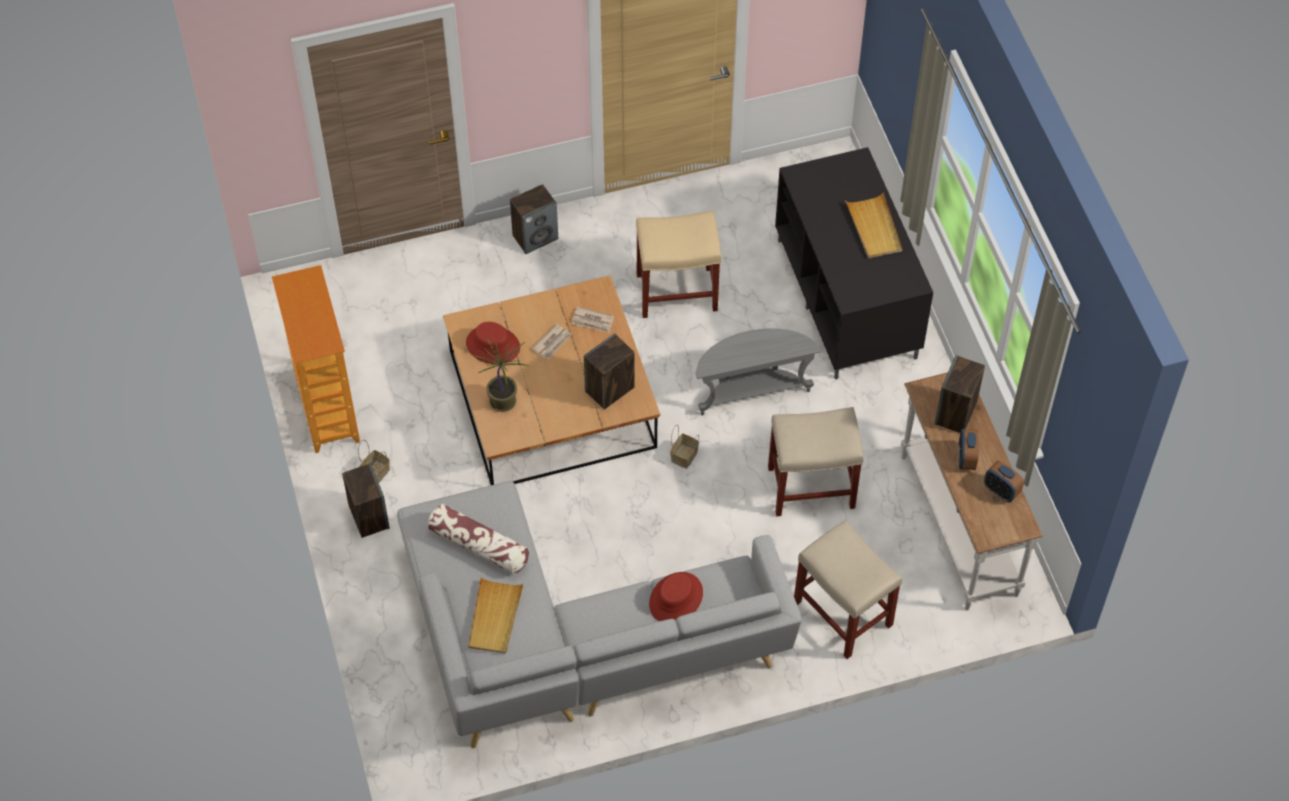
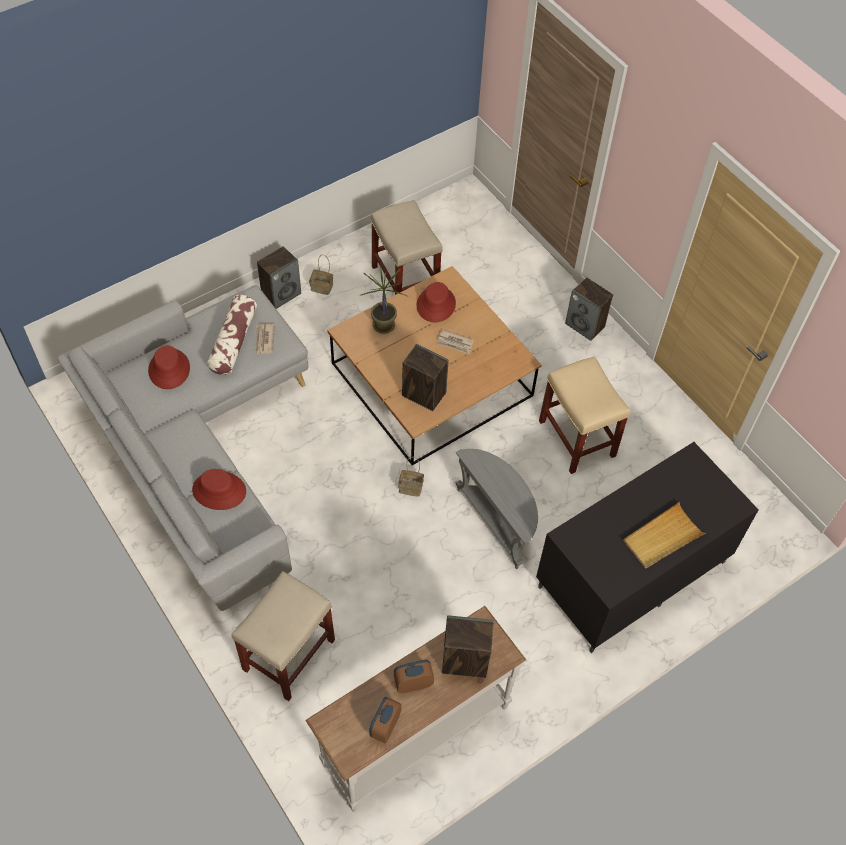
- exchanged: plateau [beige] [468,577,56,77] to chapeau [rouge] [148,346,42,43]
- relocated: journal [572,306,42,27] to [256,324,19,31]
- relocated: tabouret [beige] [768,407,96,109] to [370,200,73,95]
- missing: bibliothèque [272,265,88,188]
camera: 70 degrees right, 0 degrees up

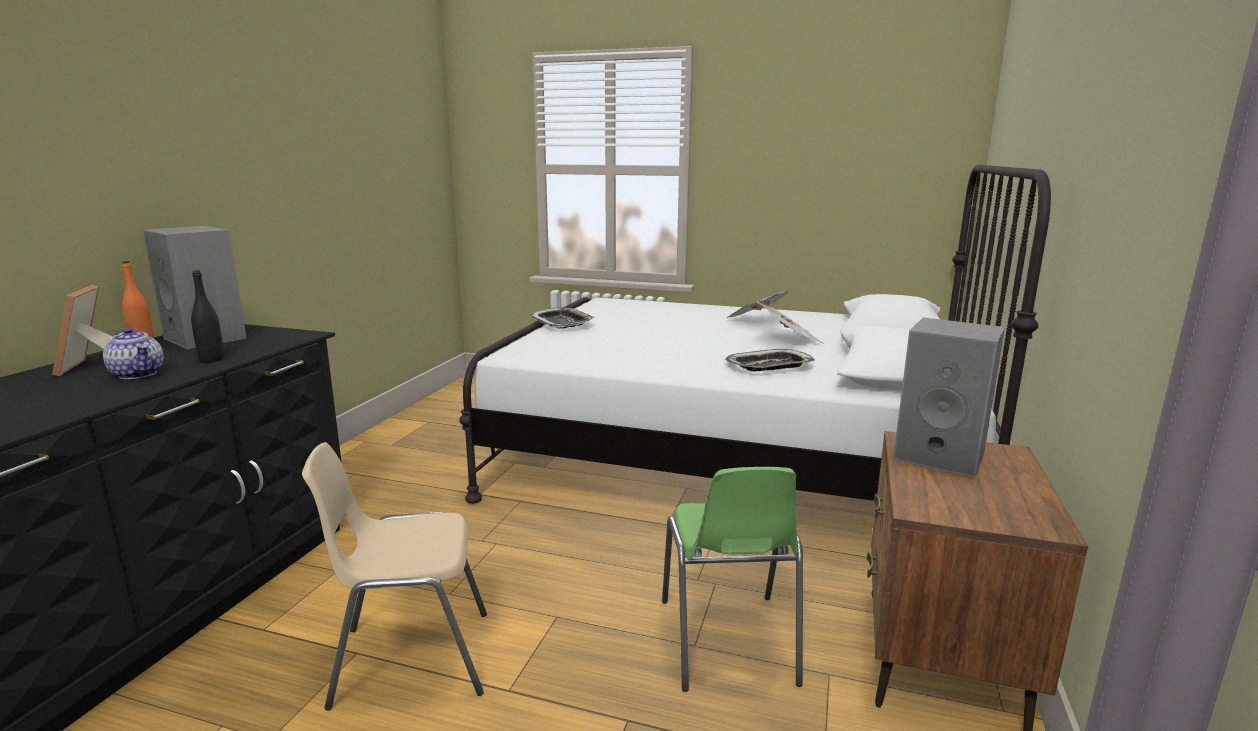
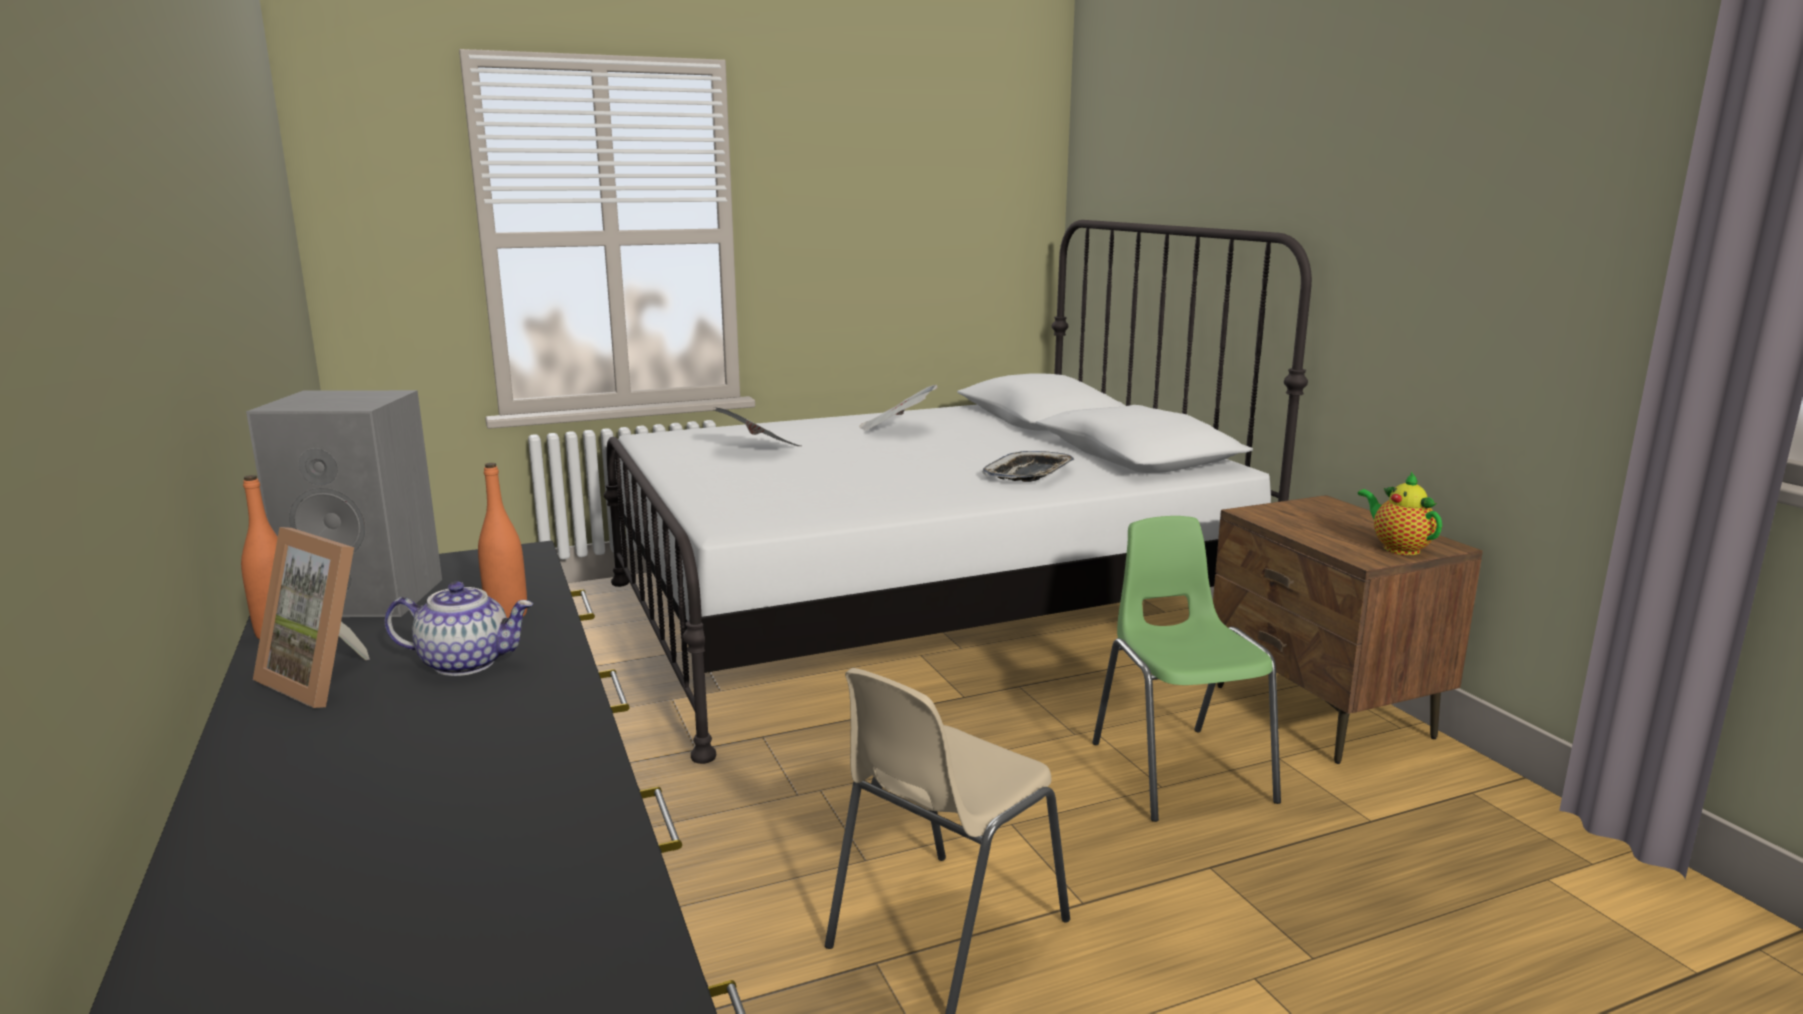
- colour: bouteille [noir] [191,270,33,92] to bouteille [orange] [478,463,49,155]
- relocated: journal [757,302,66,41] to [714,408,87,38]
- spun: chaise [vert] [662,467,141,225] = [1092,516,189,306] 150 degrees counterclockwise
- appeared: théière [1358,472,84,83]
- missing: plateau [530,307,64,22]
- missing: enceinte [gris] [893,317,112,161]
camera: 40 degrees left, 0 degrees up

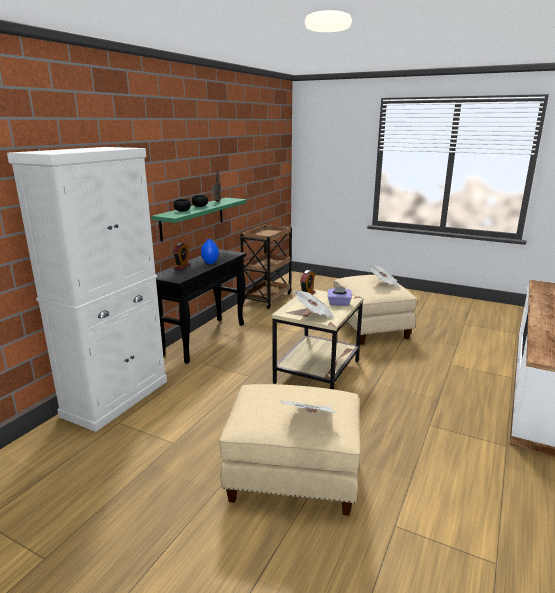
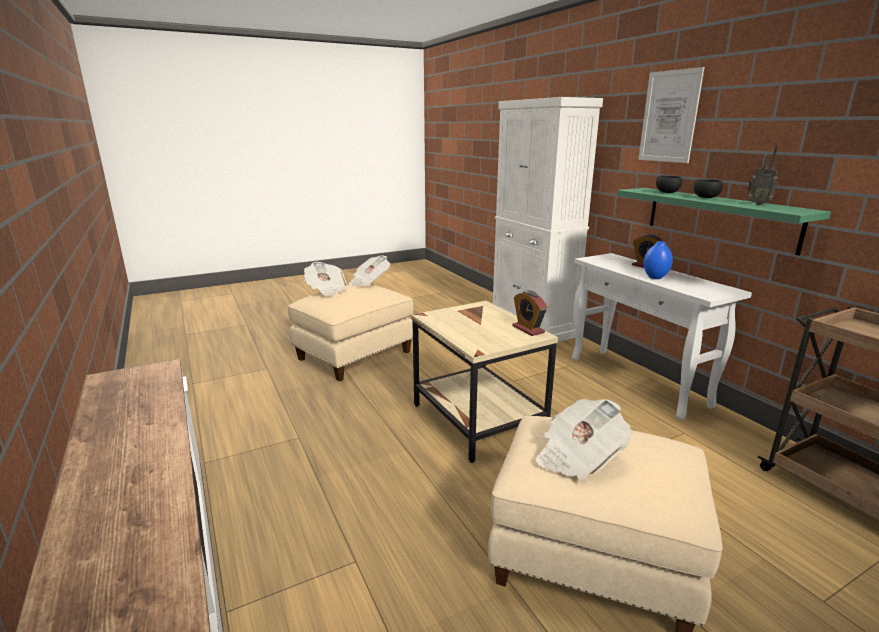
- relocated: journal [294,291,41,27] to [349,255,41,31]
- colour: table console [noir] [155,249,92,115] to table console [blanc] [572,253,180,167]
- appeared: tableau [638,67,67,96]
- missing: boîte à mouchoirs [violet] [328,287,24,19]
camera: 125 degrees right, 0 degrees up

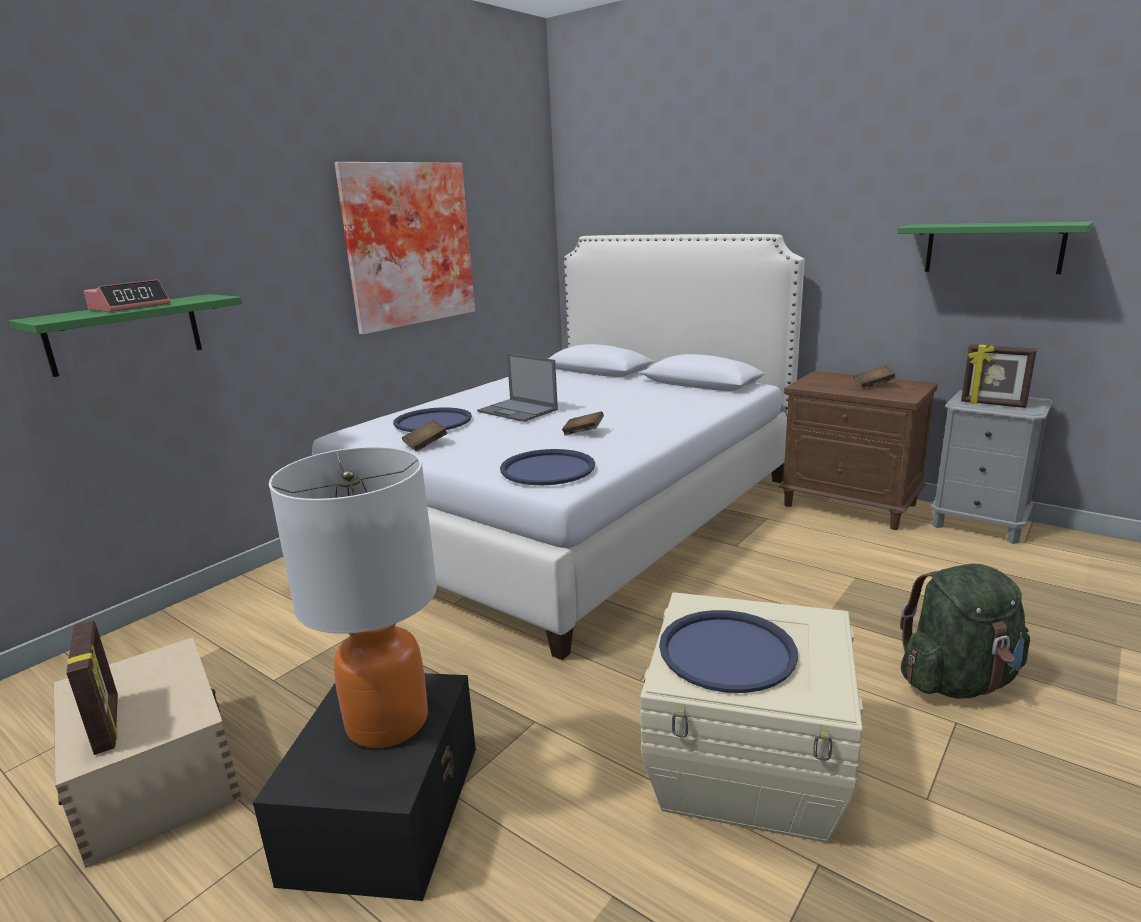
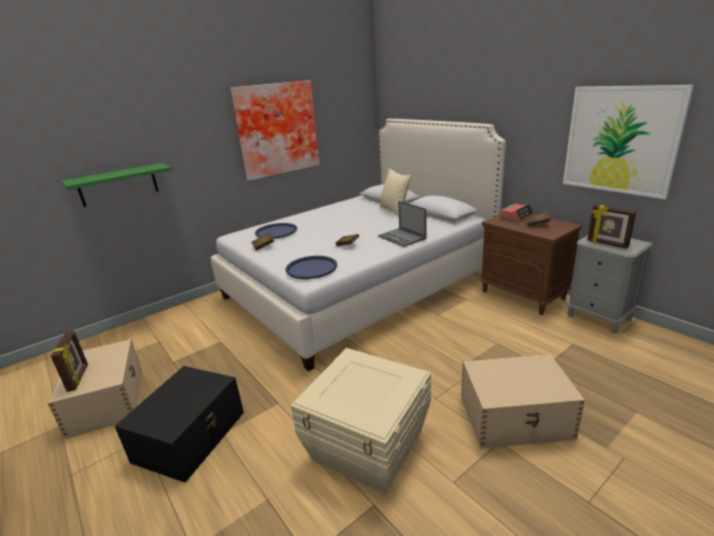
- relocated: ordinateur portable [477,353,81,69] to [378,201,48,46]
- appeared: coussin [beige] [379,168,32,48]
- exchanged: sac à dos [vert] [900,564,130,135] to boîte de rangement [beige] [461,354,124,94]
- relocated: réveil [84,280,86,32] to [501,204,33,18]
- exchanged: étagère [vert] [897,221,197,53] to tableau [563,85,131,114]
- missing: lampe de table [269,447,168,301]
- missing: plateau [bleu] [659,610,139,83]
camera: 15 degrees right, 5 degrees up

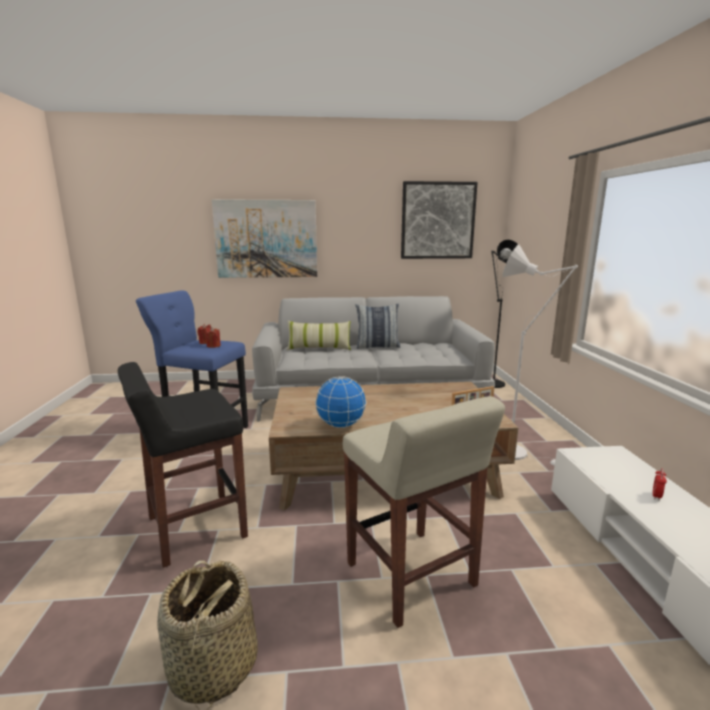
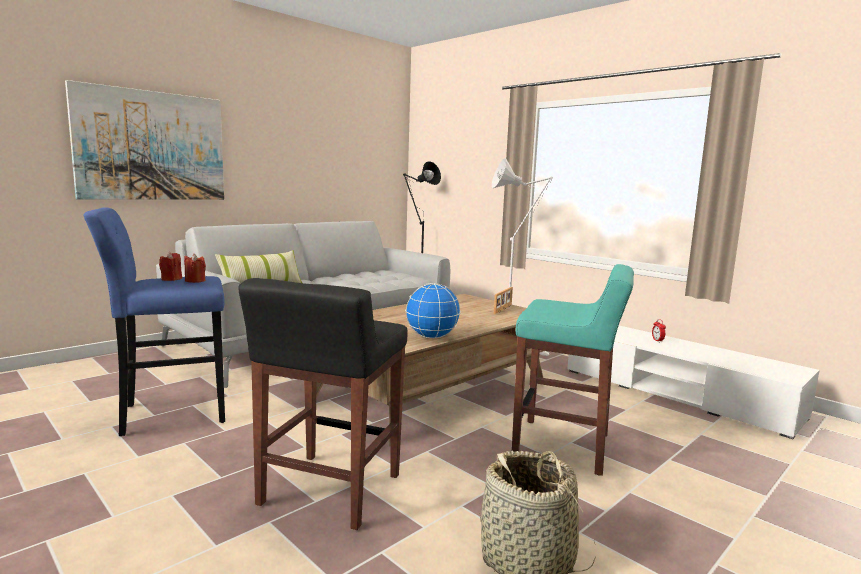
- colour: tabouret [beige] [343,396,162,232] to tabouret [turquoise] [512,264,122,212]
- missing: coussin [356,304,44,45]
- missing: tableau [401,181,77,78]
camera: 40 degrees left, 5 degrees down

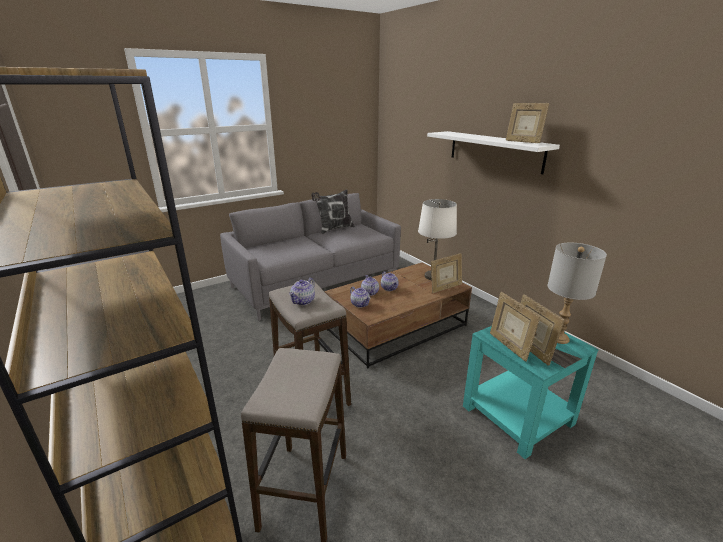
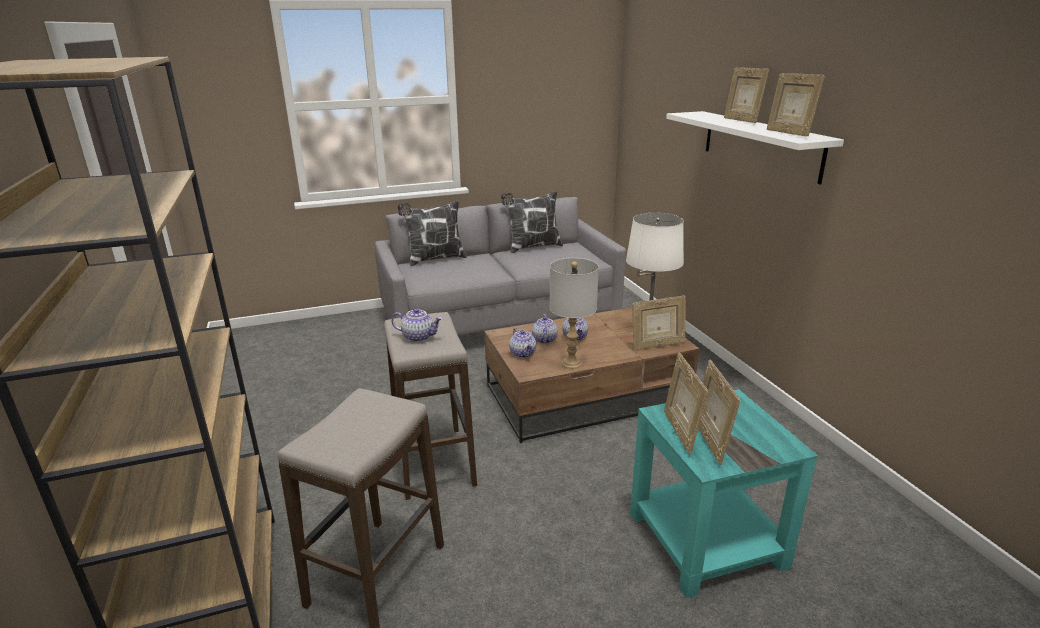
- spun: théière [289,278,26,27] = [391,308,52,34] 120 degrees counterclockwise
- appeared: coussin [397,200,70,66]
- relocated: lampe de table [gris] [547,243,60,101] to [550,258,49,111]
- appeared: cadre photo [724,67,45,56]
camera: 15 degrees right, 0 degrees up

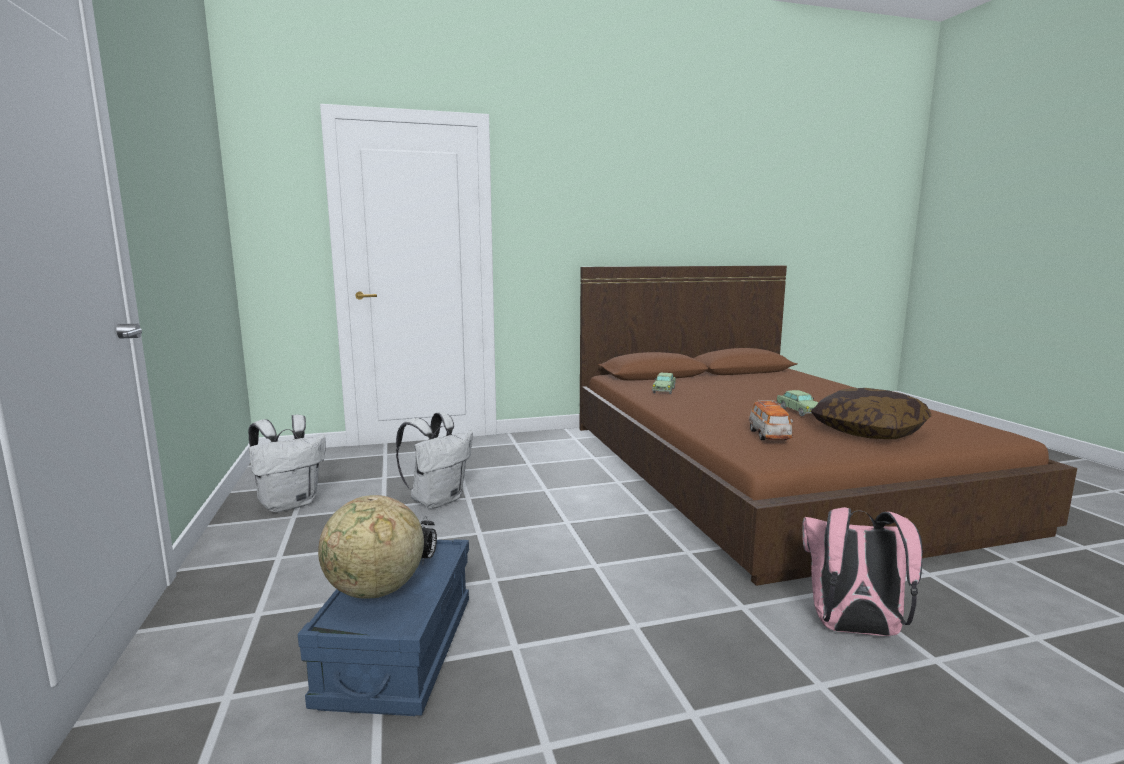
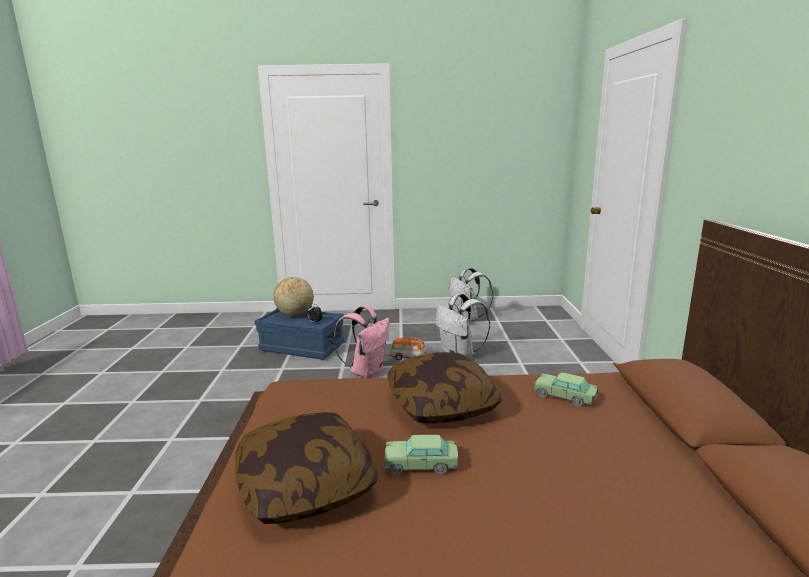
- relocated: sac à dos [rose] [802,507,121,129] to [334,306,56,72]
- appeared: coussin [387,352,115,71]
- relocated: petite voiture [749,400,44,40] to [390,338,37,22]
camera: 105 degrees right, 5 degrees up

